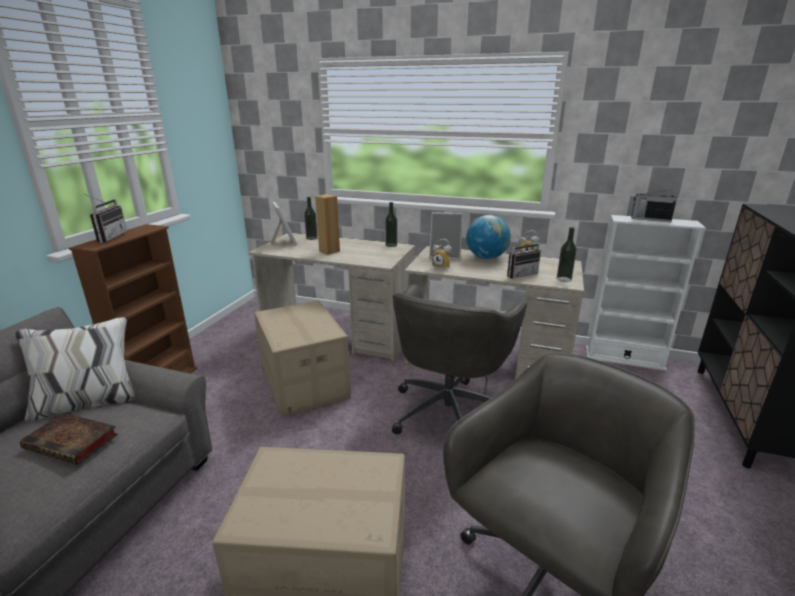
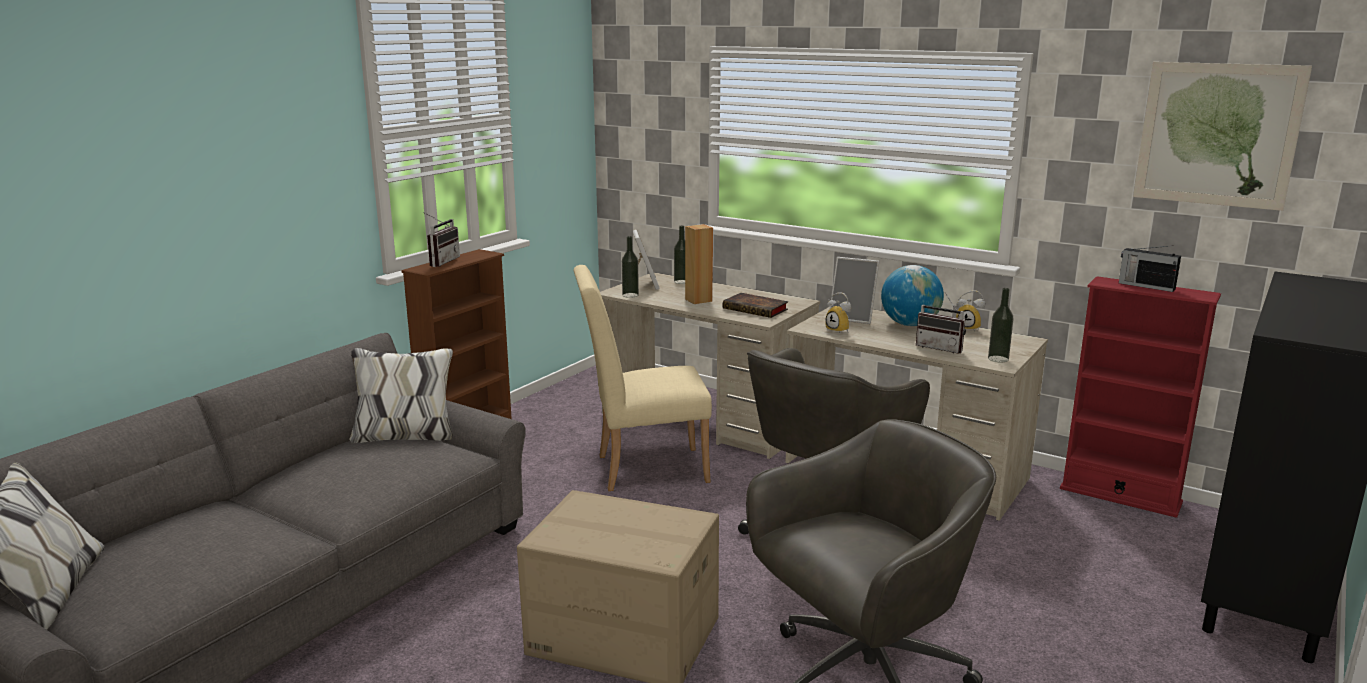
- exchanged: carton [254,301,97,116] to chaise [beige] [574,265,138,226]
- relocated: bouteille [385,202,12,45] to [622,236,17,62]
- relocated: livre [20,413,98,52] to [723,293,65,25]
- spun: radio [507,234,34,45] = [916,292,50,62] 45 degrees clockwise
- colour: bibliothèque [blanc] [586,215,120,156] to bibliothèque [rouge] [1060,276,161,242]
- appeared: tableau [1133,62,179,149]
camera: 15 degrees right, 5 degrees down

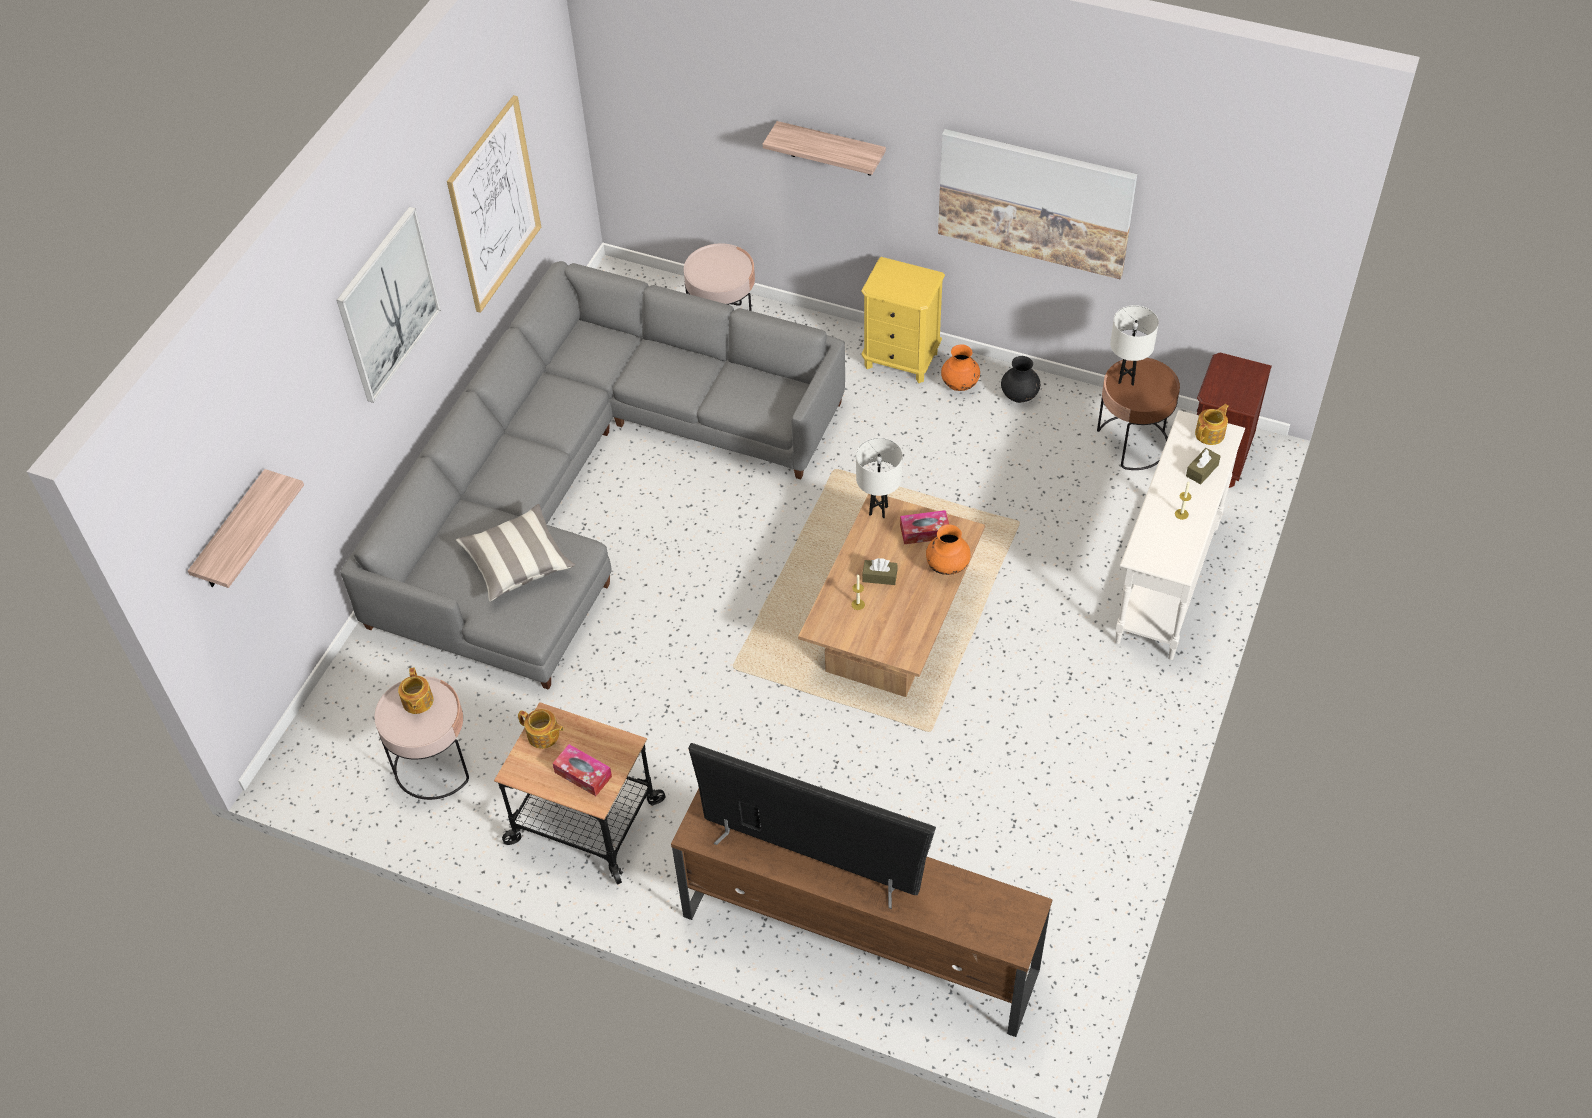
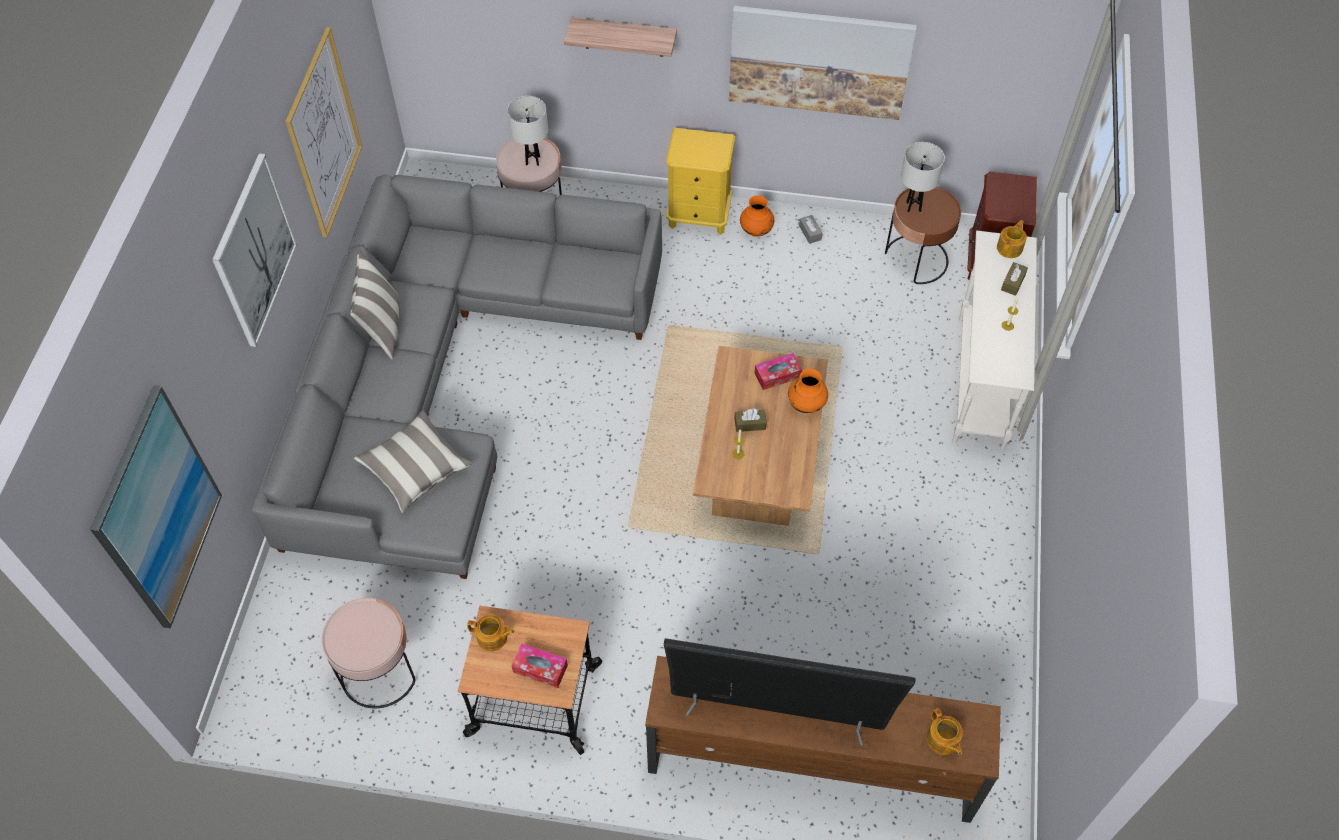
- exchanged: étagère [188,469,116,119] to tableau [90,385,132,243]
- appeared: coussin [350,250,50,109]
- relocated: lampe de table [blanc] [856,438,47,80] to [507,96,41,70]
- exchanged: vase [noir] [1001,356,39,47] to boîte à mouchoirs [gris] [799,215,24,29]
- relocated: théière [398,668,36,46] to [927,708,36,47]
camera: 15 degrees left, 5 degrees up

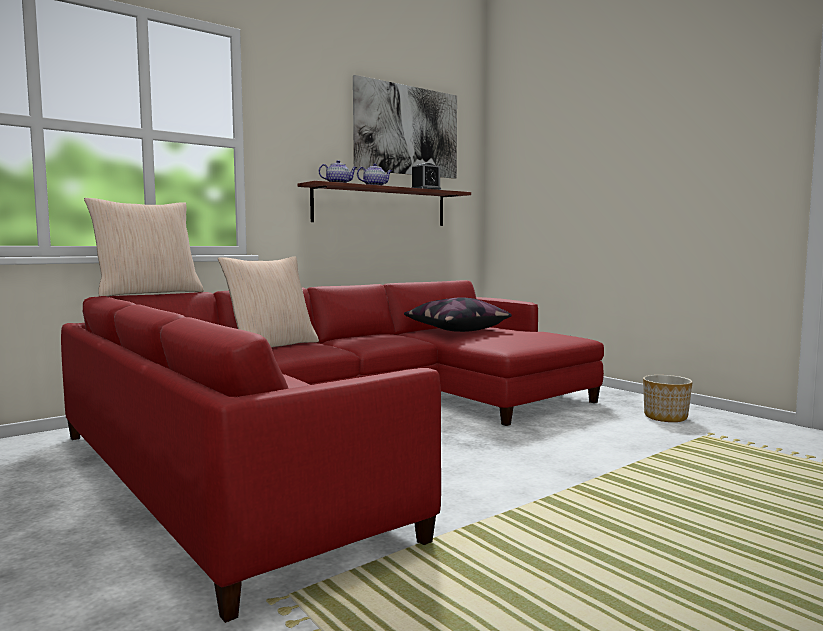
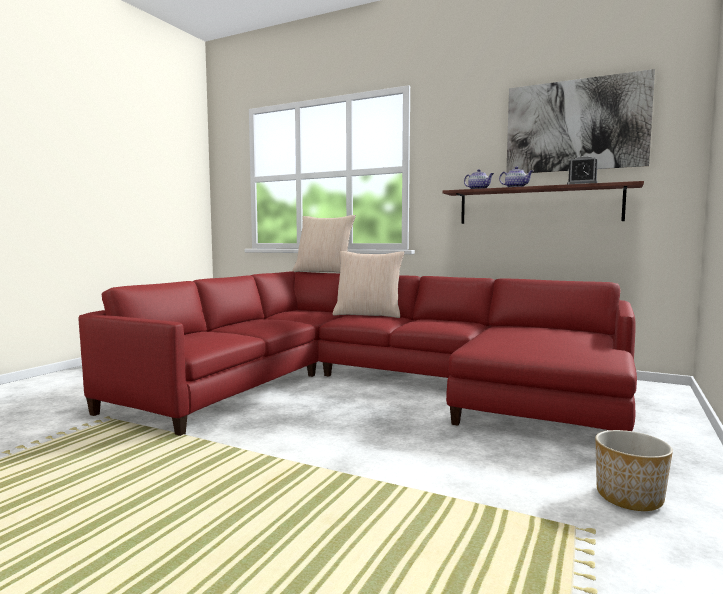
- missing: coussin [404,297,108,35]
camera: 65 degrees right, 0 degrees up

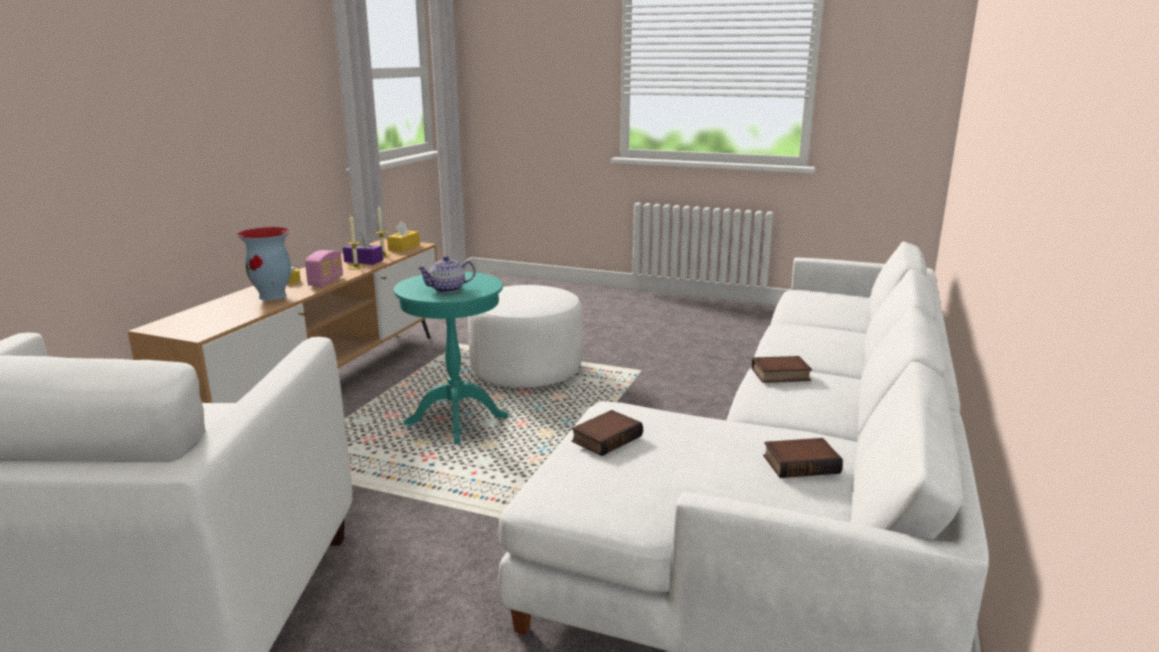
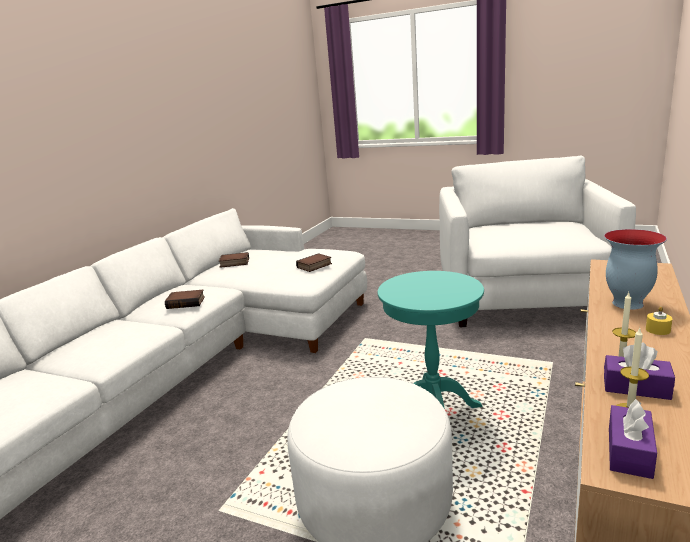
- colour: boîte à mouchoirs [jaune] [387,221,33,31] to boîte à mouchoirs [violet] [609,399,48,80]
- missing: radio [305,250,38,37]
- missing: théière [417,256,59,37]
camera: 175 degrees left, 0 degrees up

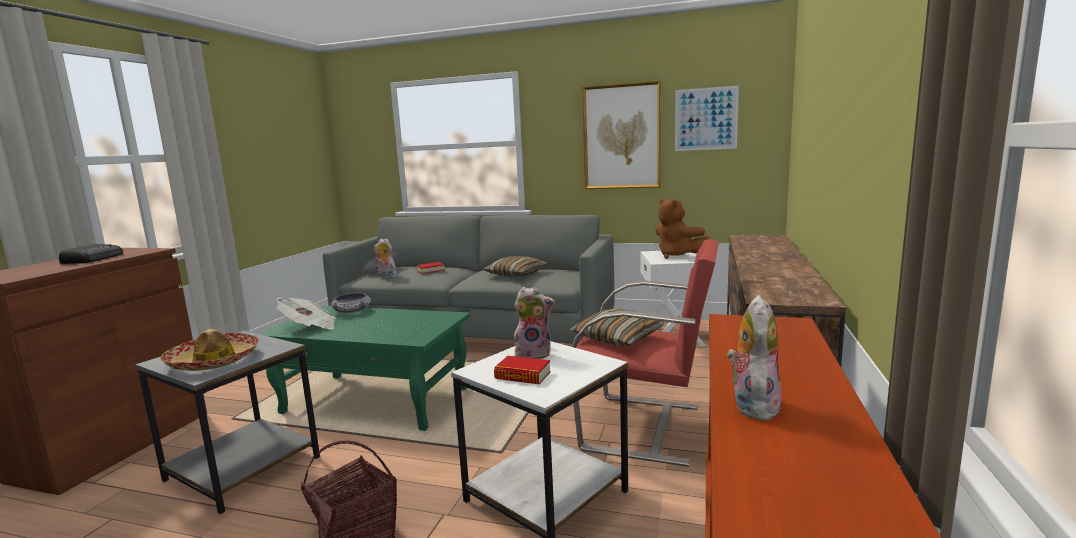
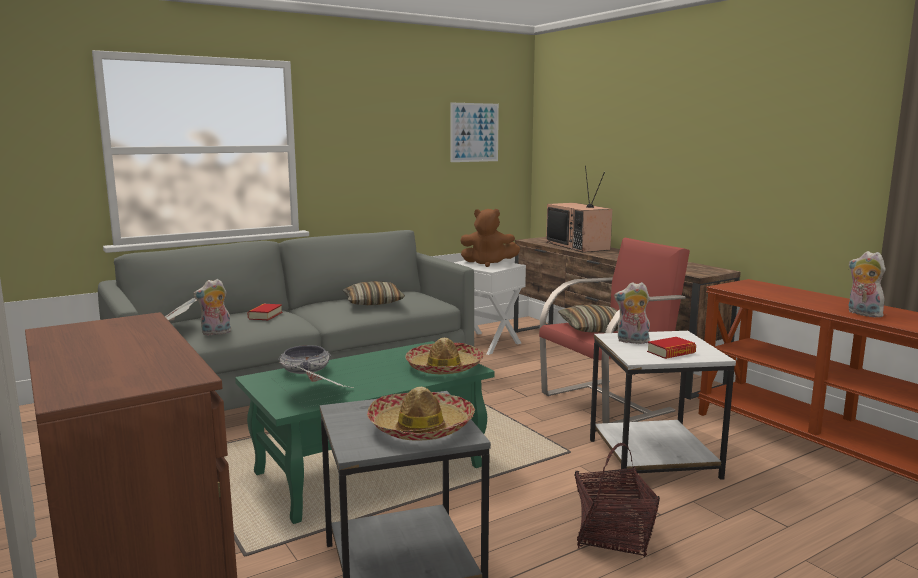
- appeared: chapeau [405,338,79,36]
- appeared: téléviseur [546,166,66,86]
- spun: peluche [514,287,41,72] = [614,282,36,62] 120 degrees counterclockwise
- missing: radio [59,244,64,20]
- missing: tableau [582,80,79,109]
camera: 50 degrees left, 0 degrees up

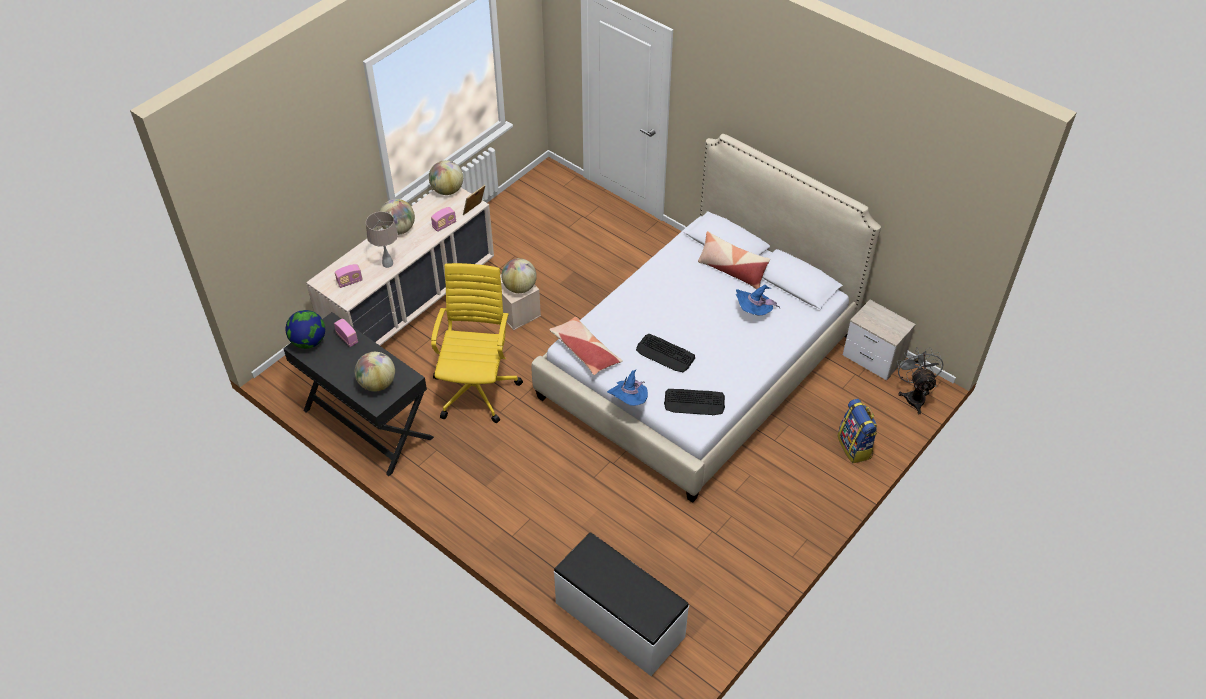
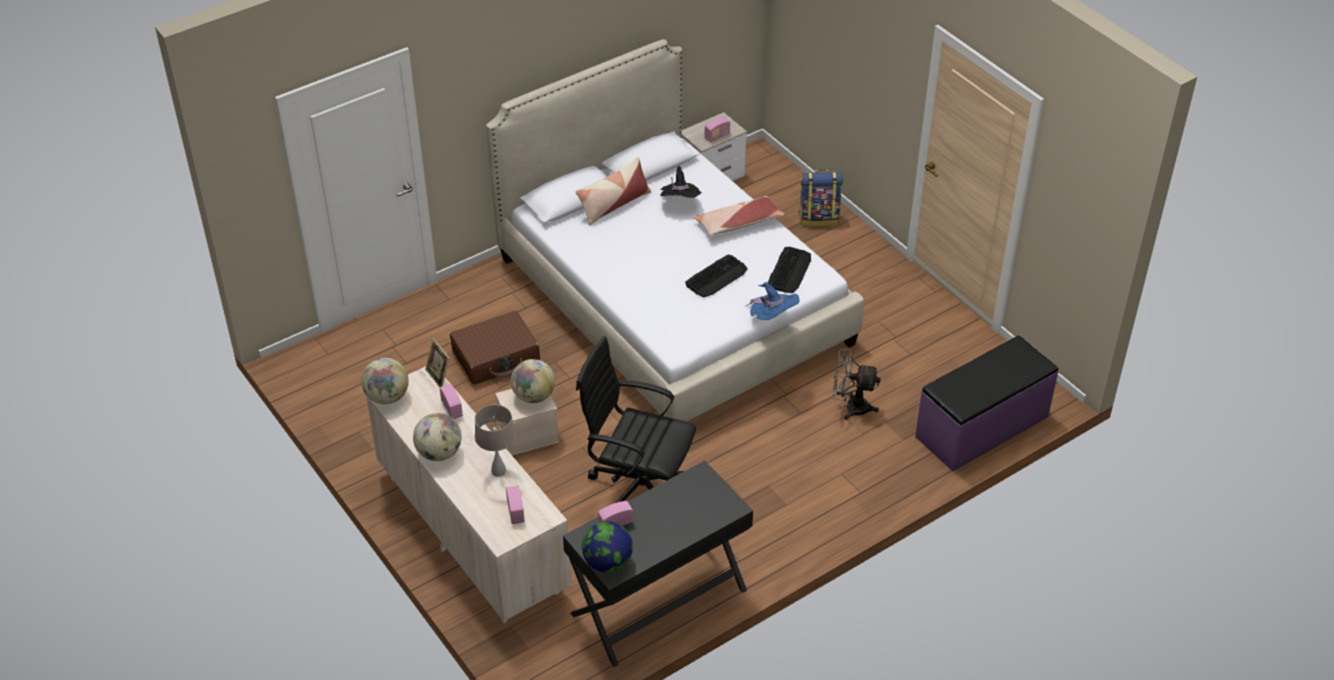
- appeared: valise [marron] [450,311,90,74]
- colour: chaise de bureau [jaune] [431,263,92,160] to chaise de bureau [noir] [576,336,120,167]
- colour: chapeau [bleu] [736,285,44,30] to chapeau [noir] [660,166,42,32]
- relocated: coussin [549,317,74,58] to [694,196,91,39]
- appeared: radio [704,117,26,25]
- relocated: ventilateur [gris] [897,347,47,67] to [832,349,49,71]
- colour: banc [blanc] [554,532,135,144] to banc [violet] [915,335,144,136]
- missing: globe [355,352,40,40]
camera: 75 degrees left, 5 degrees down

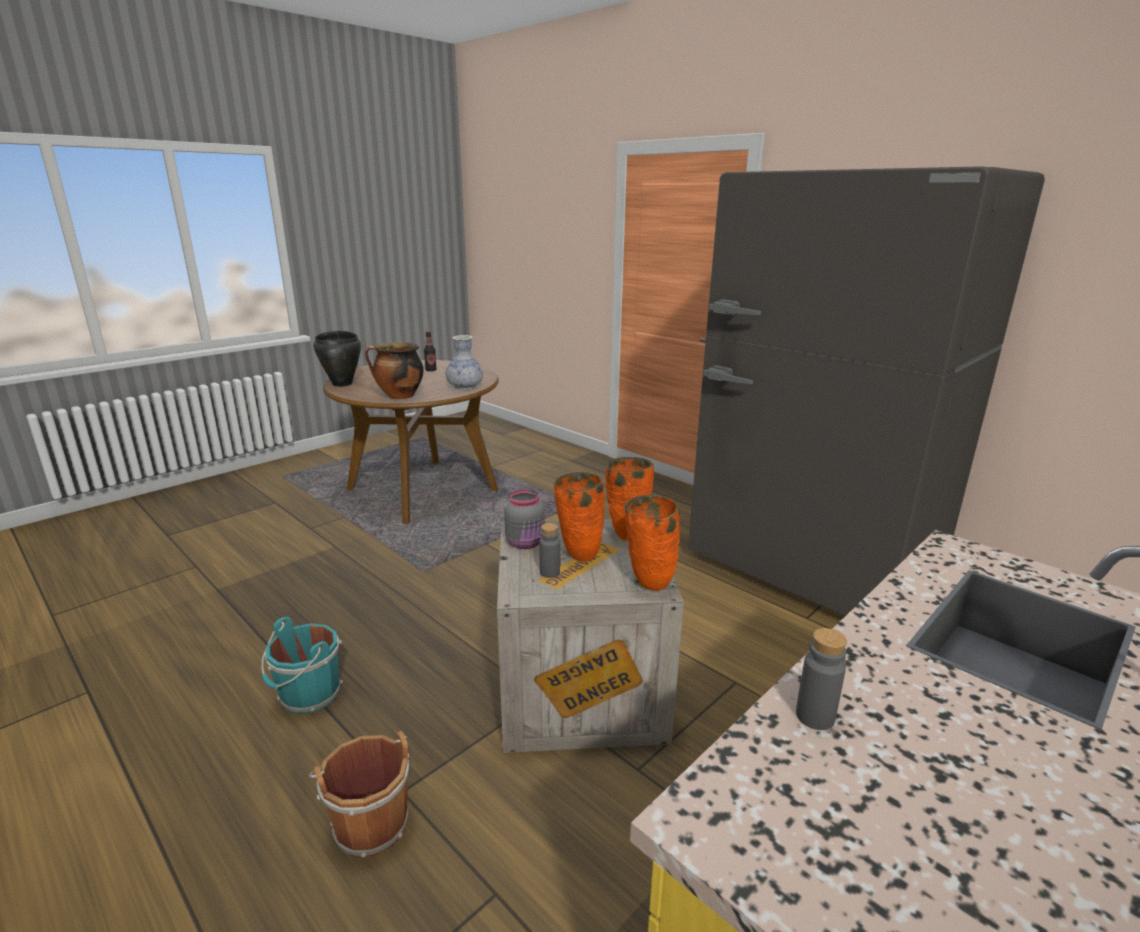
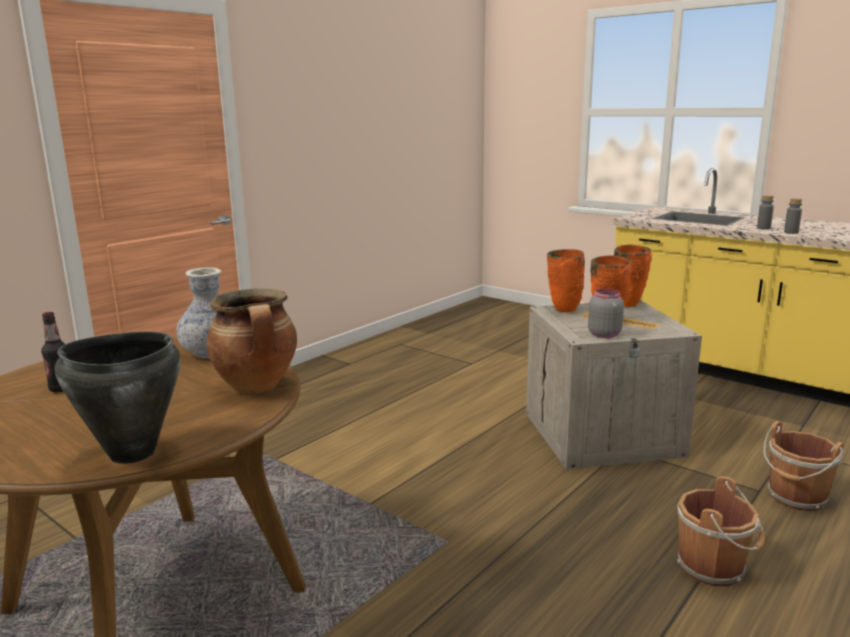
- colour: seau [turquoise] [261,617,82,97] to seau [marron] [677,476,88,110]
- relocated: bouteille [gris] [540,523,20,55] to [757,195,17,35]
- missing: réfrigérateur [gris] [688,166,357,450]
camera: 95 degrees left, 5 degrees down

